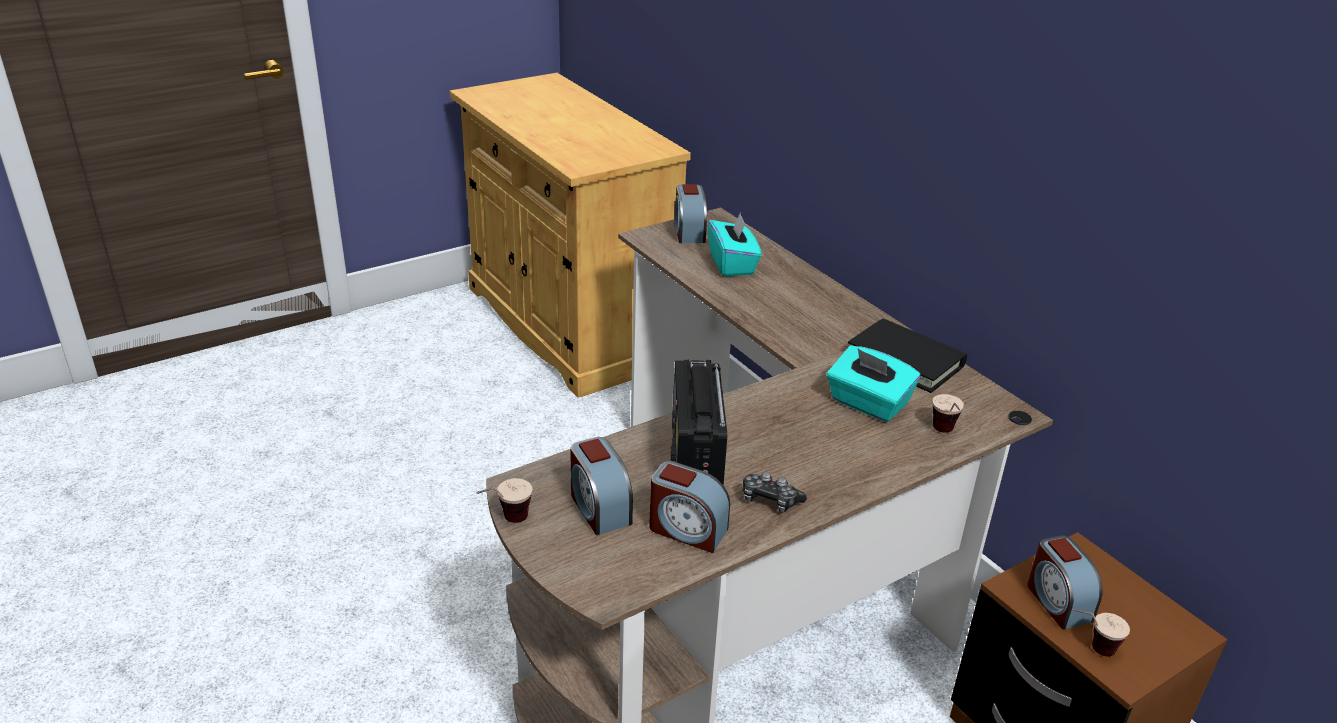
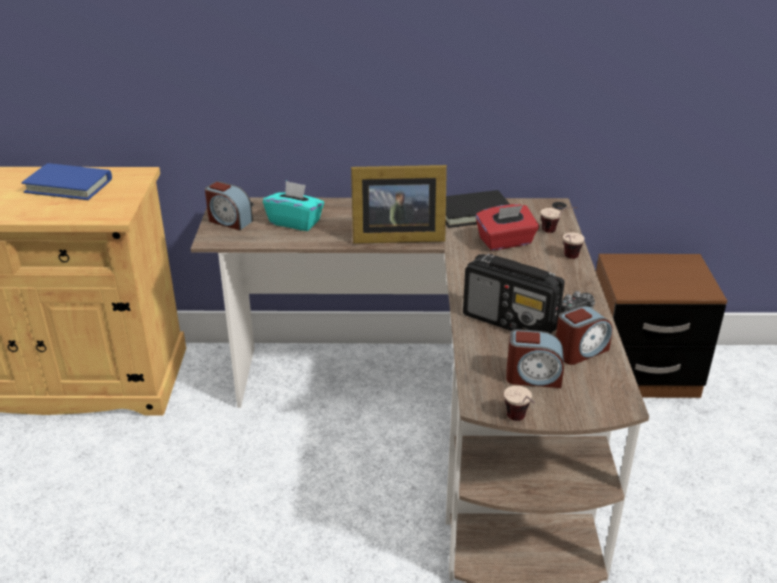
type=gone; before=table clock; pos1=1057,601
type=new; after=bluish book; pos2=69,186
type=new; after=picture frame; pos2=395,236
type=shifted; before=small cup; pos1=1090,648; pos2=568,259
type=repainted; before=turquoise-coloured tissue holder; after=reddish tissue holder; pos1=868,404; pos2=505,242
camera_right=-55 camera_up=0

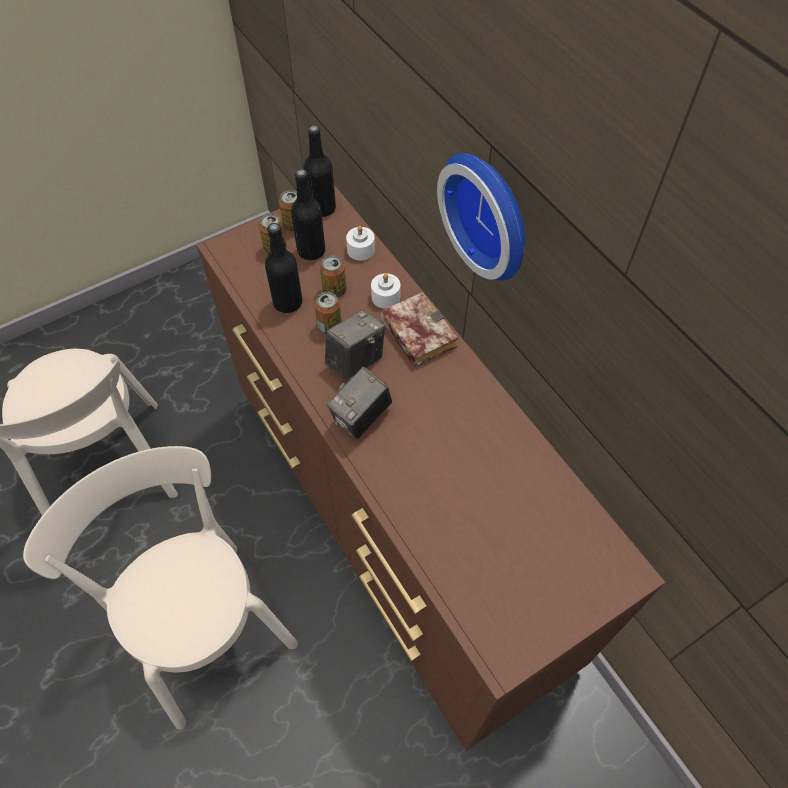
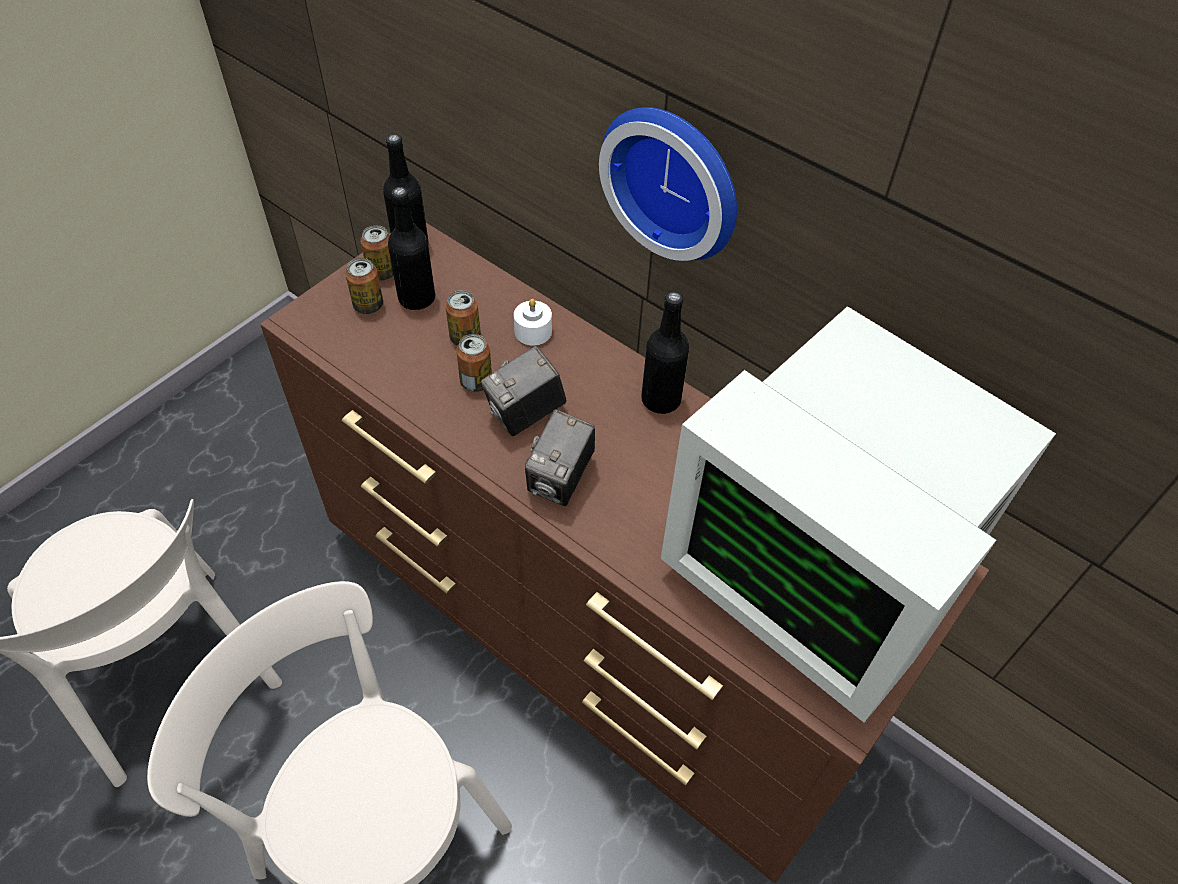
type=gone; before=whitish wax candle; pos1=361,250
type=gone; before=book; pos1=414,333
type=new; after=monitor; pos2=821,570
type=shifted; before=blackish bottle; pos1=288,302; pos2=661,400
type=rotated; before=photo camera; pos1=355,360; pos2=525,414; turn=-150
camera_right=-20 camera_up=-5

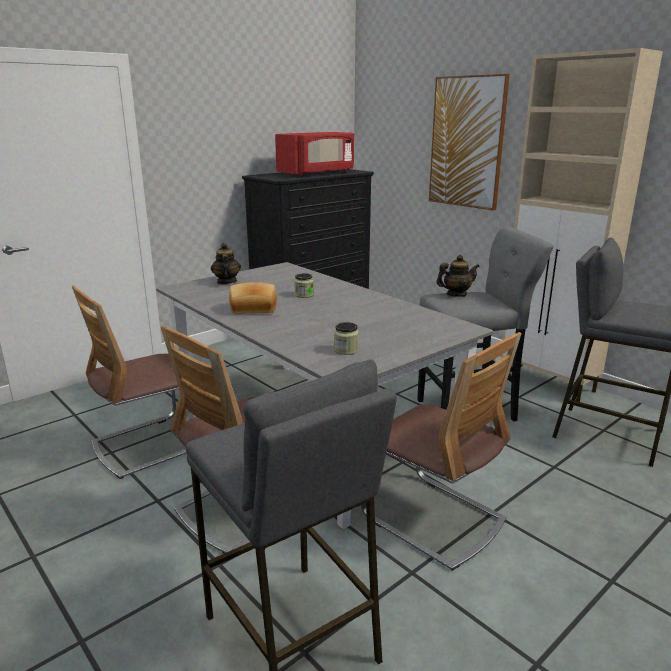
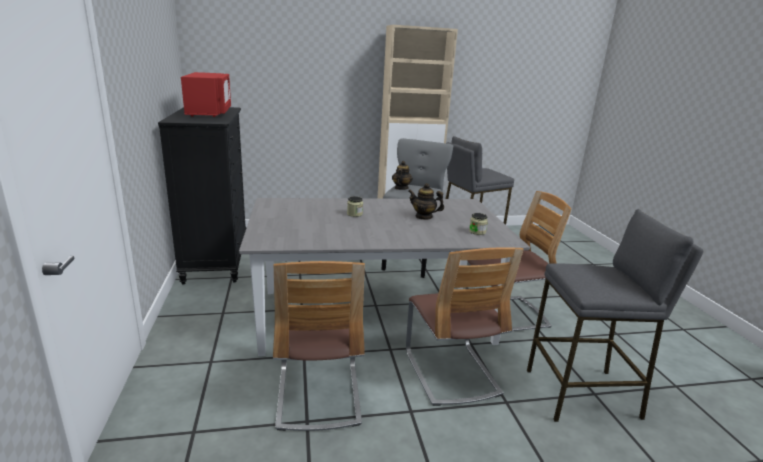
type=gone; before=baked bread; pos1=253,309
type=gone; before=picture; pos1=467,142
type=shifted; before=teapot; pos1=226,282; pos2=424,217
camera_right=-60 camera_up=0

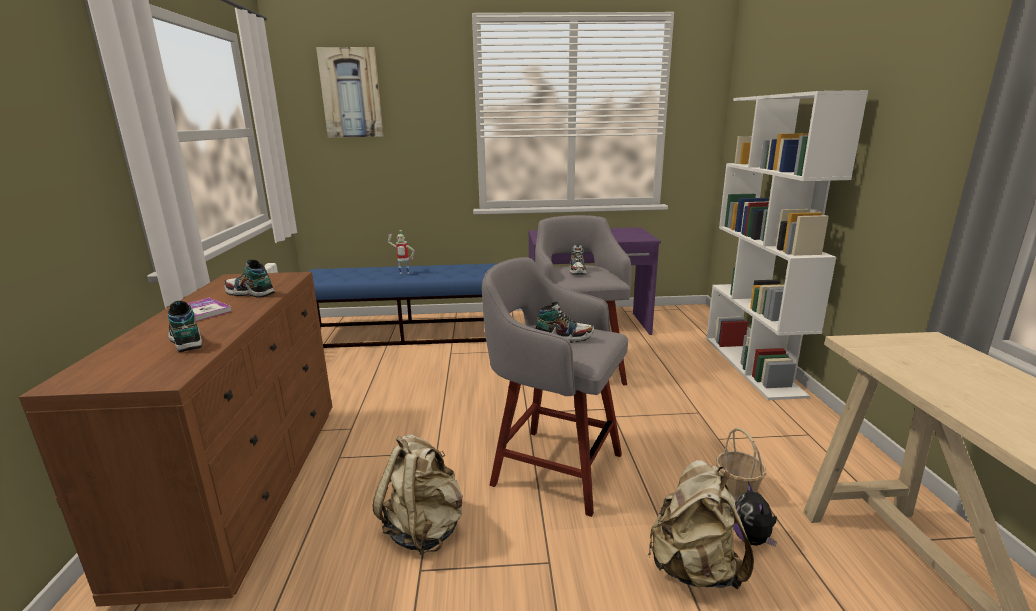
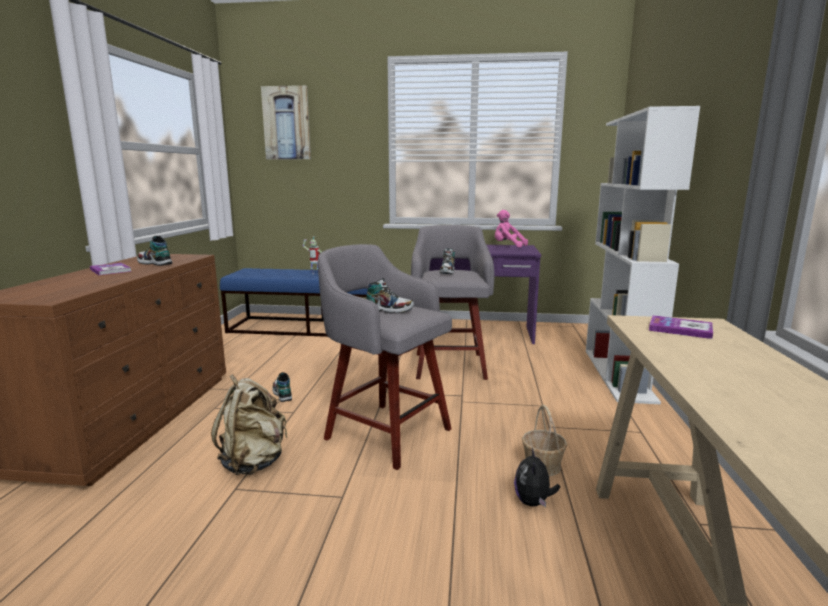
type=gone; before=beige backpack; pos1=694,568
type=new; after=pink plush toy; pos2=507,246
type=new; after=book; pos2=680,329
type=shifted; before=shoe; pos1=186,341; pos2=282,394
camera_right=10 camera_up=-5

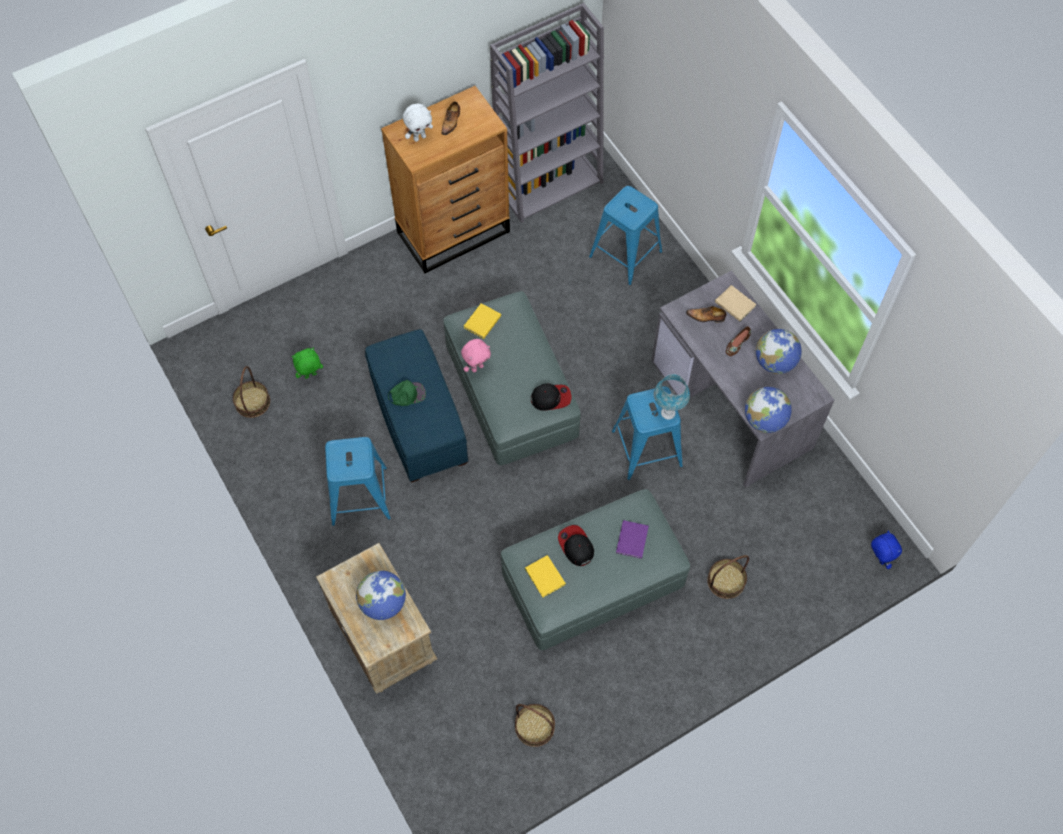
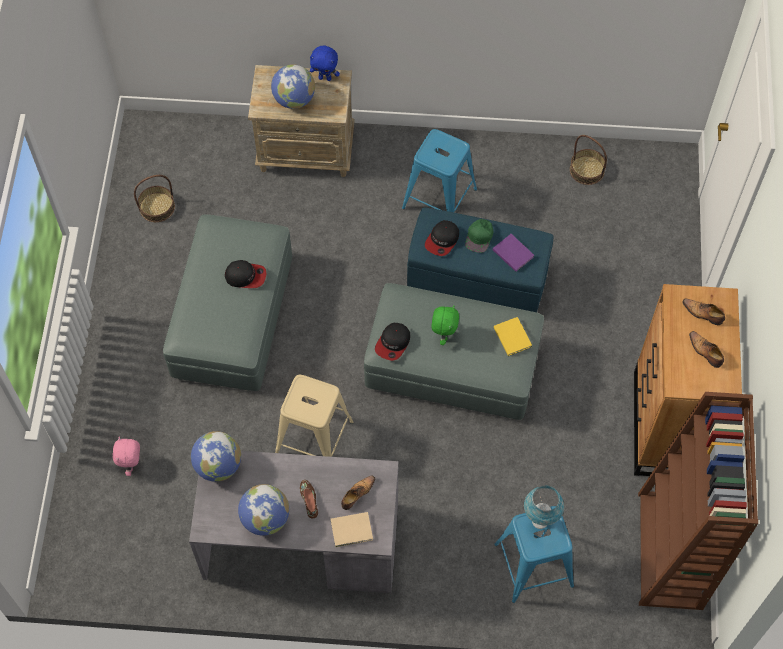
type=gone; before=yellowish book; pos1=545,578
type=gone; before=basket; pos1=726,581
type=new; after=baseball cap; pos2=442,240
type=shifted; before=greenish plush toy; pos1=310,376; pos2=443,335
type=shifted; before=pink plush toy; pos1=477,367; pos2=131,465
type=shifted; before=purple book; pos1=631,541; pos2=513,252
type=shifted; before=bluish table lamp; pos1=668,413; pos2=540,521
type=shifted; before=bluish plush toy; pos1=878,559; pos2=325,78
type=swapped; before=whitish plush toy; after=shoe; pos1=419,137; pos2=703,314
type=repainted; before=gray shelving unit; after=brown shelving unit; pos1=549,183; pos2=671,551
type=repainted; before=bluish stool seat; after=beige stool seat; pos1=647,448; pos2=313,438
camera_right=125 camera_up=0

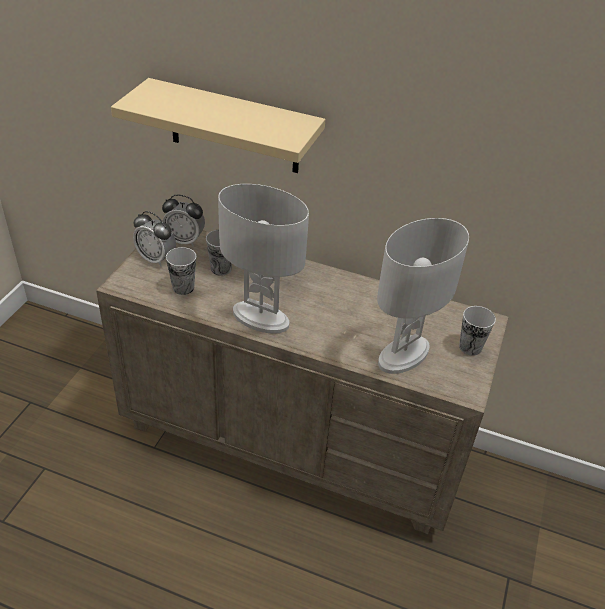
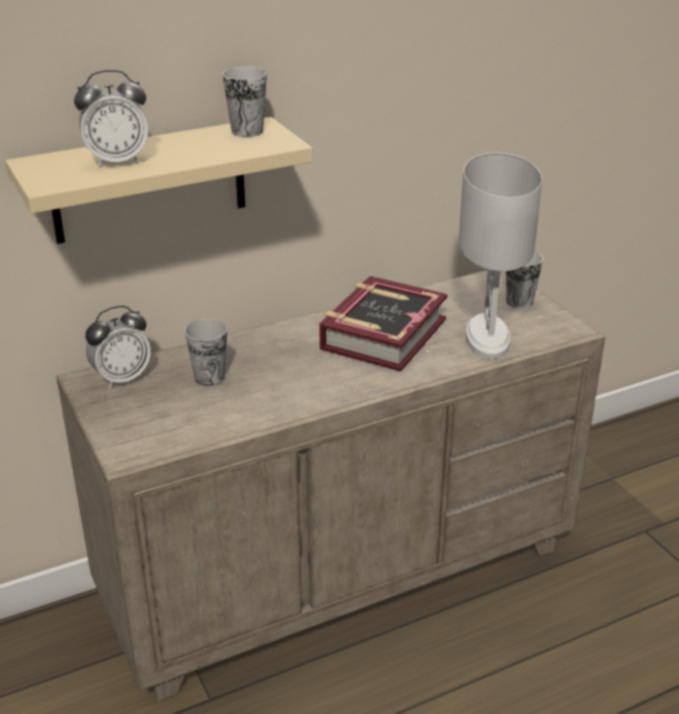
type=gone; before=whitish table lamp; pos1=260,319
type=new; after=book; pos2=382,334
type=shifted; before=table clock; pos1=156,259; pos2=117,161
type=shifted; before=small cup; pos1=183,287; pos2=247,131
camera_right=-45 camera_up=-10

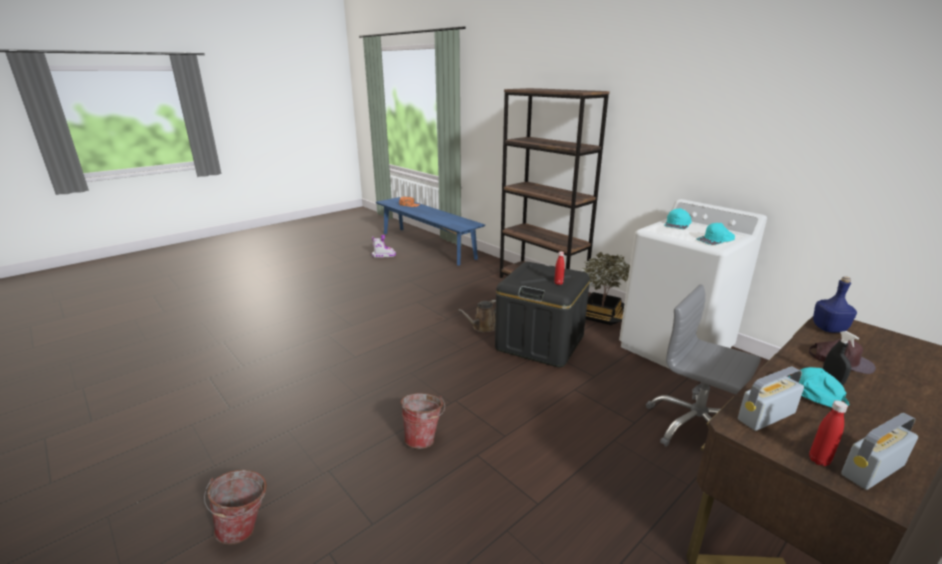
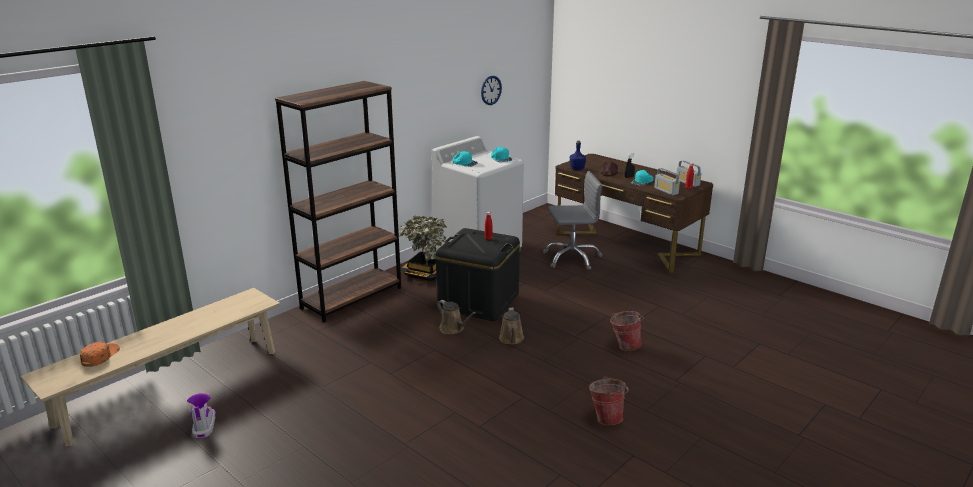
type=new; after=hanging clock; pos2=491,90
type=new; after=brown watering pot; pos2=511,339
type=shifted; before=pail; pos1=246,529; pos2=606,417
type=repainted; before=bluish long seat; after=beige long seat; pos1=427,245; pos2=171,387
type=rotated; before=gray desk chair; pos1=694,427; pos2=572,258; turn=-135
camera_right=-95 camera_up=0

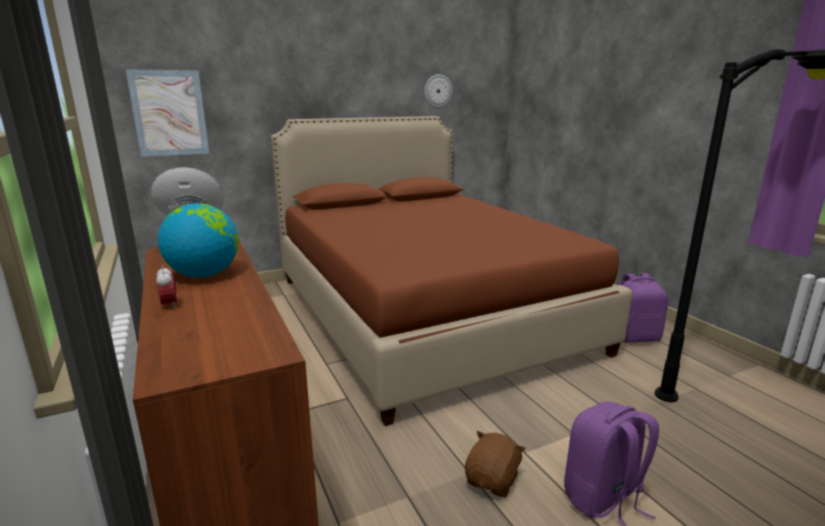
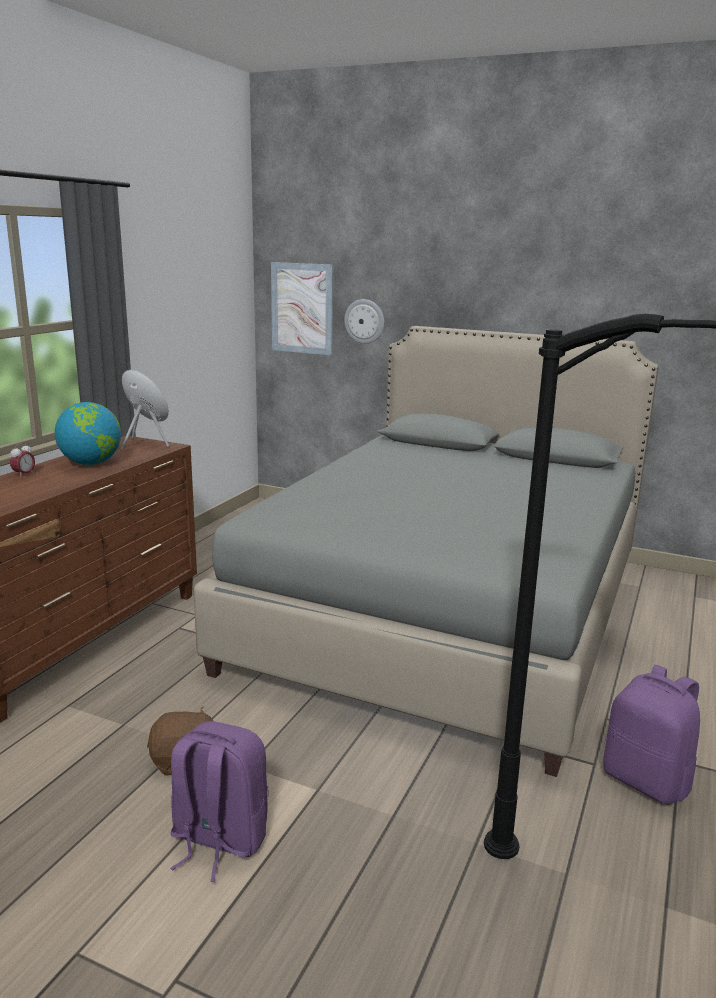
type=shifted; before=hanging clock; pos1=438,91; pos2=364,321
type=repainted; before=brown bed; after=gray bed; pos1=424,313; pos2=447,611
camera_right=50 camera_up=0

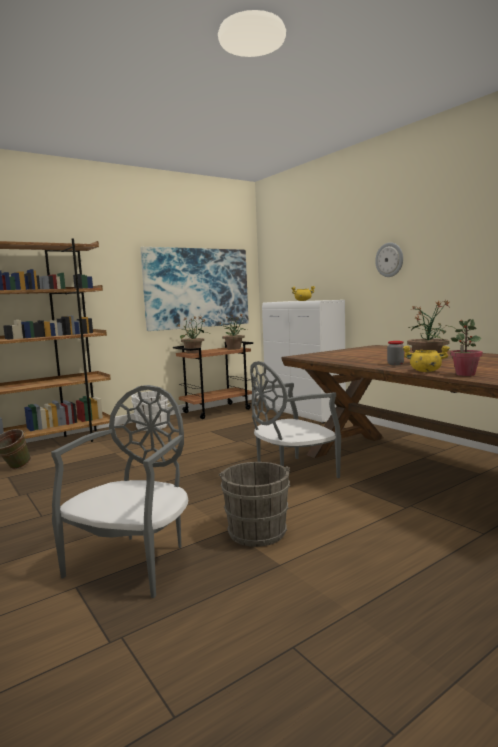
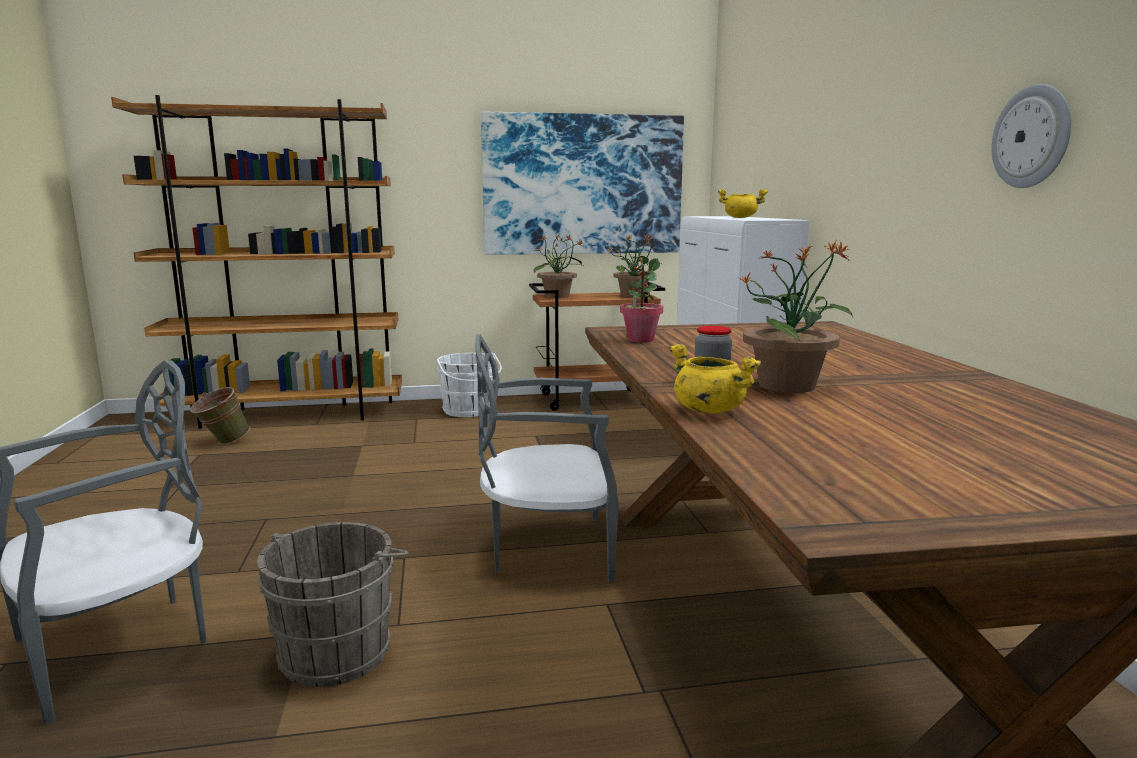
type=shifted; before=hanging clock; pos1=389,260; pos2=1032,137
type=shifted; before=plant in a pot; pos1=465,374; pos2=640,340
camera_right=25 camera_up=5

